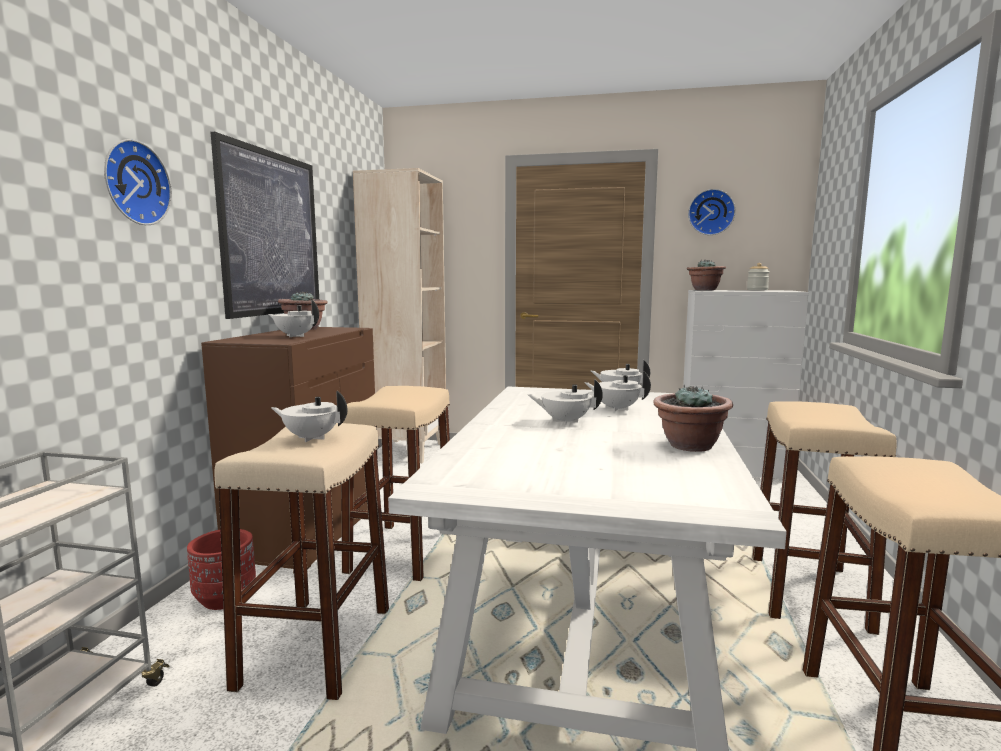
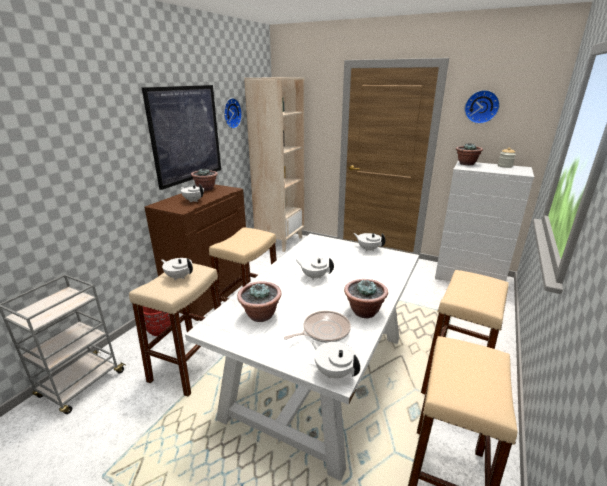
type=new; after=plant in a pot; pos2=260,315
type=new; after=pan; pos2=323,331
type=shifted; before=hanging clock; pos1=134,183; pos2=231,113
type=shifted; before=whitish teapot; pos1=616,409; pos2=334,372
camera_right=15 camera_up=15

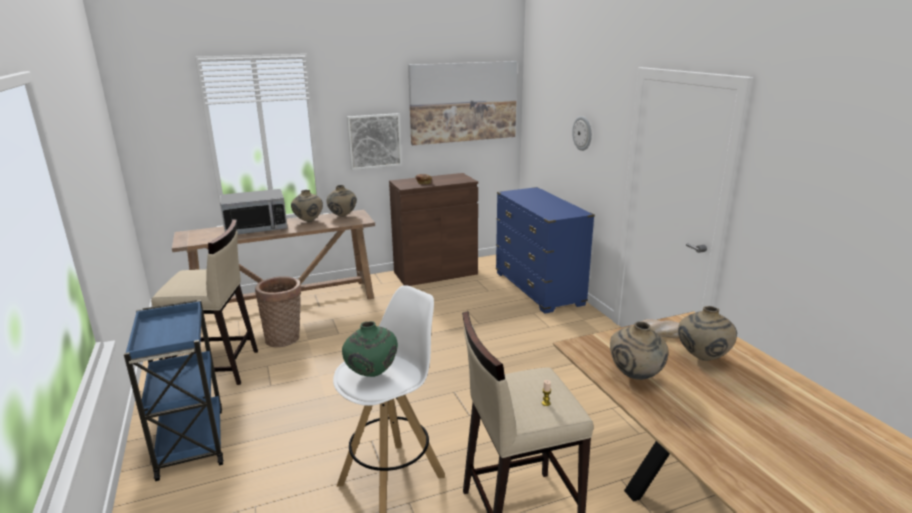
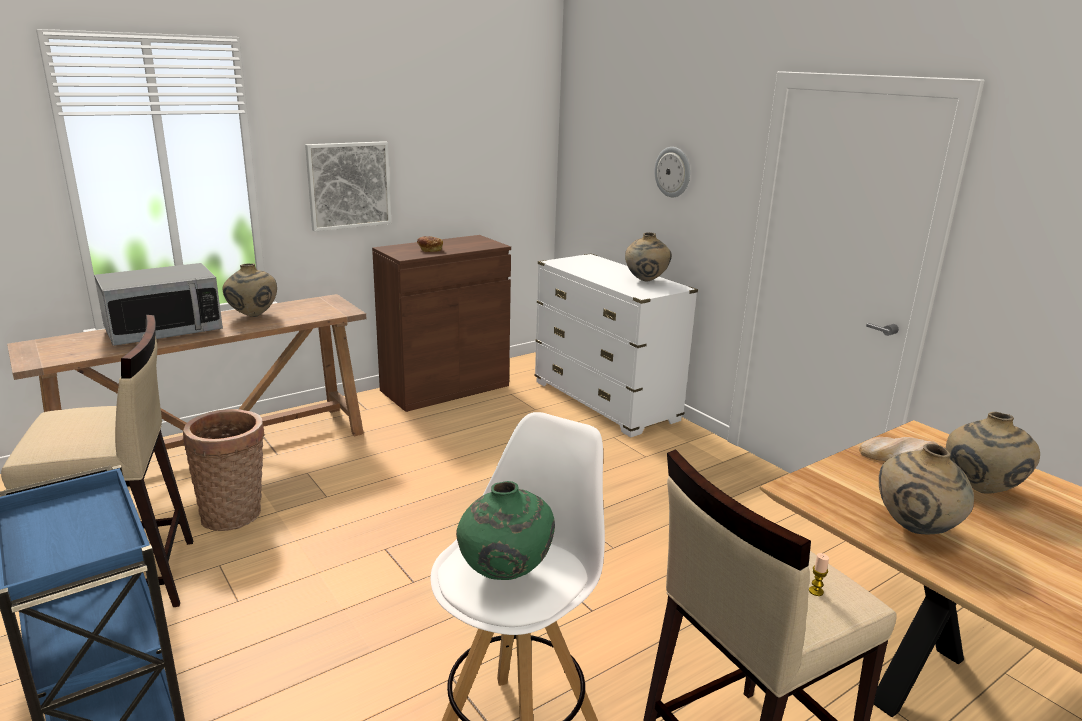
type=gone; before=picture; pos1=463,102
type=shifted; before=beige decorative vase; pos1=343,216; pos2=646,281
type=repainted; before=bluish chest of drawers; after=whitish chest of drawers; pos1=538,289; pos2=605,401
camera_right=-15 camera_up=0

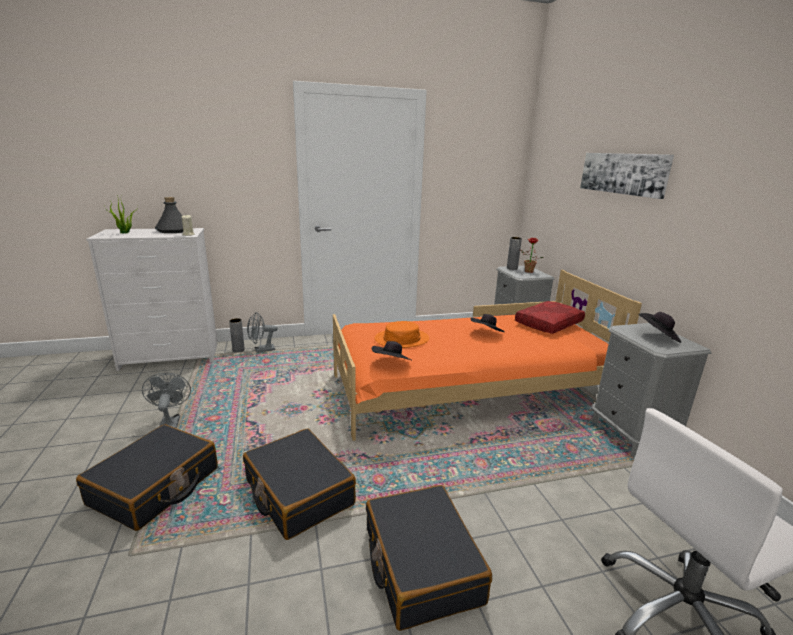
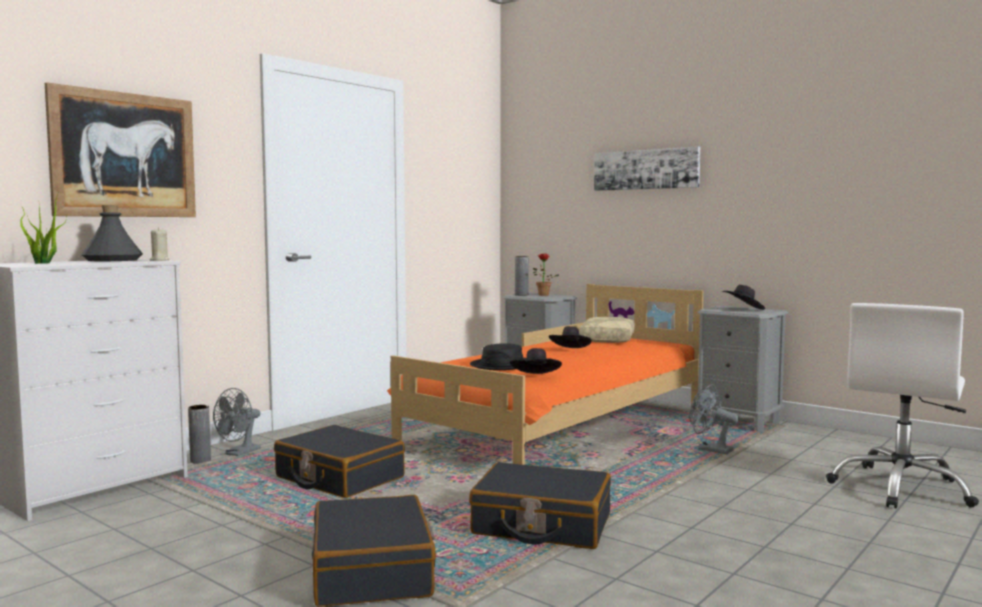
type=new; after=picture; pos2=124,155
type=shifted; before=gray cooling fan; pos1=170,422; pos2=710,450
type=shifted; before=blackish piece of luggage; pos1=421,565; pos2=339,478
type=repainted; before=orangey clothing hat; after=blackish clothing hat; pos1=401,339; pos2=502,365
type=repainted; before=reddish cushion; after=beige cushion; pos1=548,324; pos2=606,339
camera_right=-35 camera_up=-15

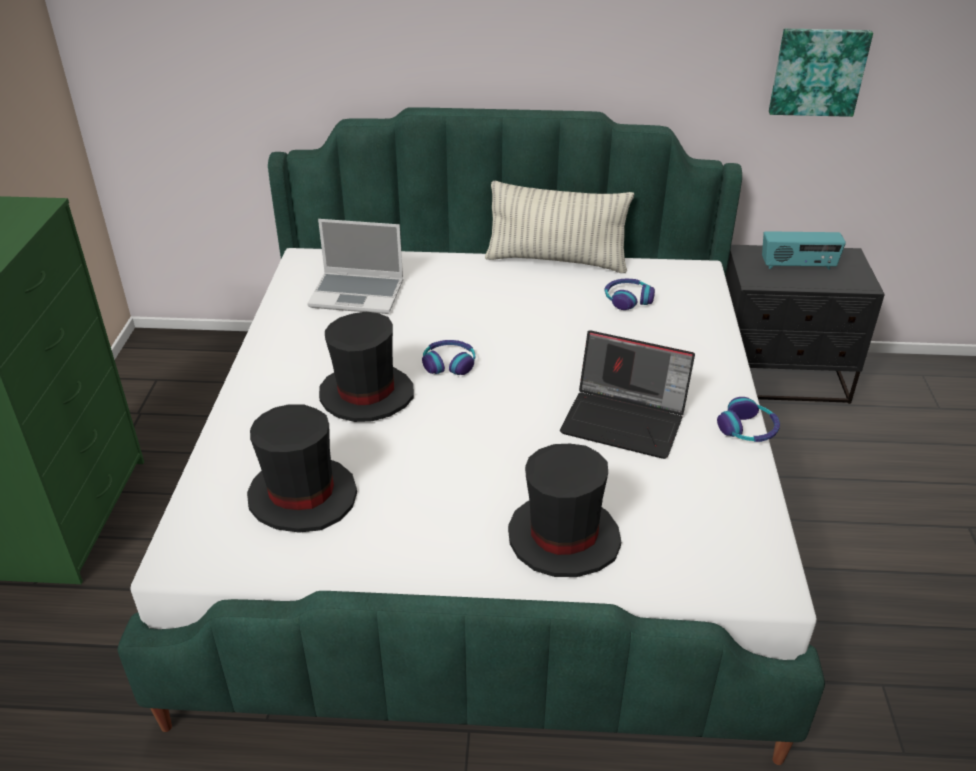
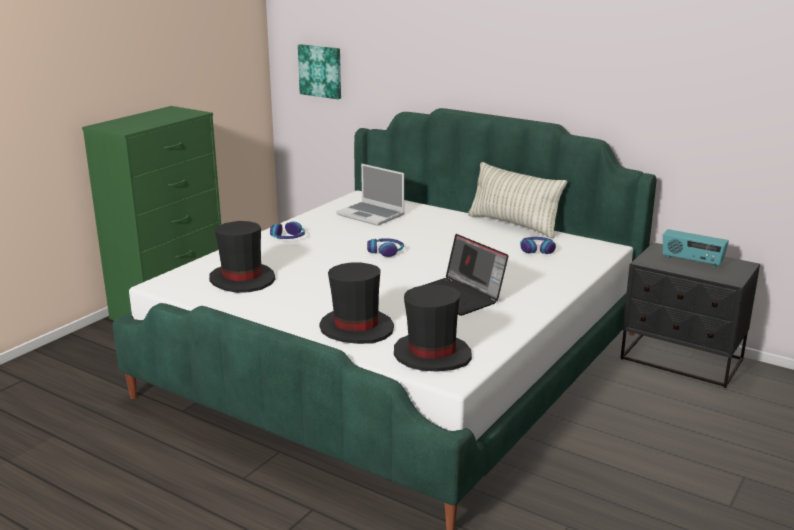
type=shifted; before=blackish clothing hat; pos1=366,395; pos2=432,355
type=shifted; before=pair of headphones; pos1=748,429; pos2=288,238
type=shifted; before=picture; pos1=818,71; pos2=321,71
camera_right=30 camera_up=-15

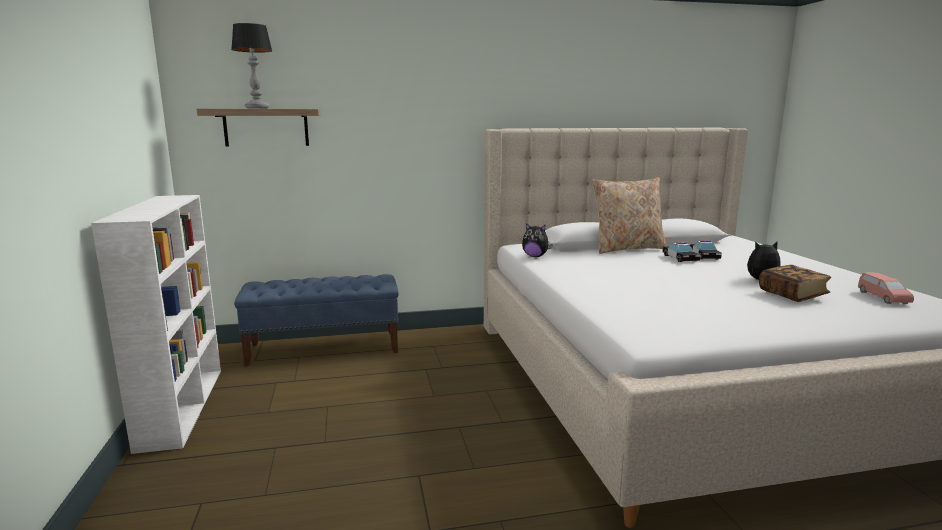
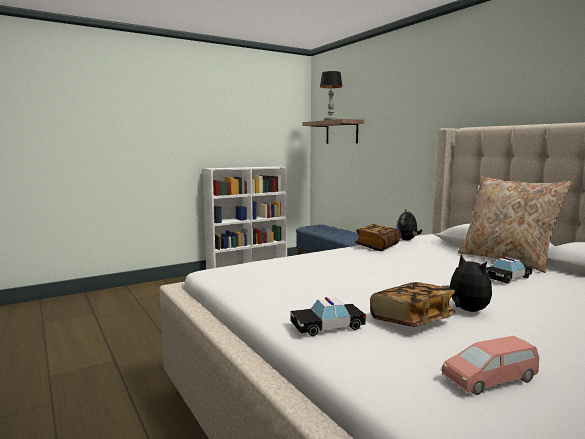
type=new; after=book; pos2=377,246
type=shifted; before=miniature car; pos1=704,256; pos2=327,326
camera_right=70 camera_up=-5

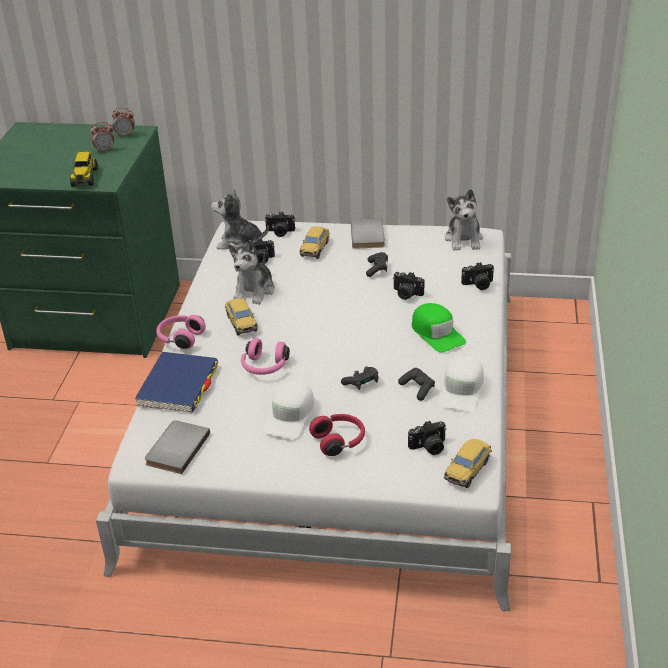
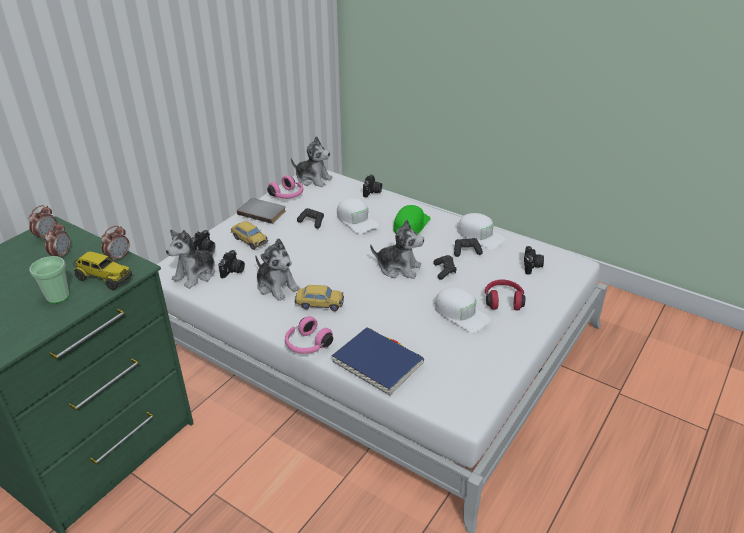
type=gone; before=gray book; pos1=175,448
type=gone; before=miniature car; pos1=467,470
type=new; after=small cup; pos2=58,297
type=new; after=table clock; pos2=119,257
type=new; after=plush toy; pos2=398,268
type=shifted; before=pink pair of headphones; pos1=264,367; pos2=287,195
type=swapped; before=photo camera; after=whitish baseball cap; pos1=406,294; pos2=356,220
type=rotated; before=greenish baseball cap; pos1=437,333; pos2=411,225; turn=-60
camera_right=-65 camera_up=0

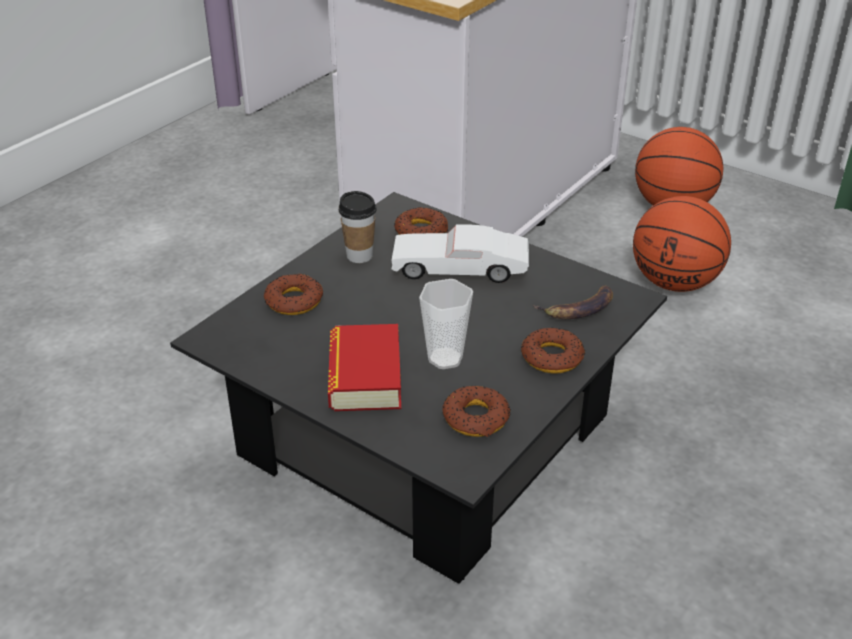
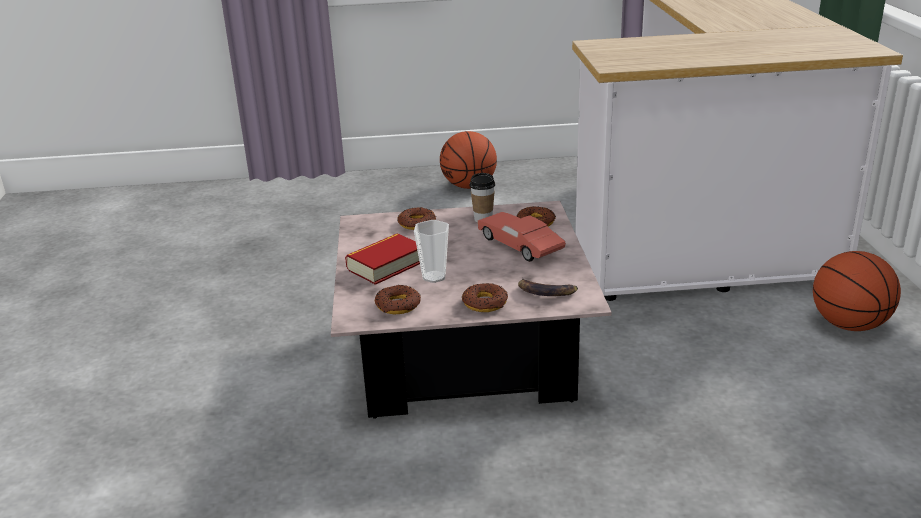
type=shifted; before=basketball ball; pos1=674,282; pos2=469,186
type=repainted; before=blackish low table; after=pink low table; pos1=425,436; pos2=464,352
type=repainted; before=whitish miniature car; after=reddish miniature car; pos1=460,269; pos2=520,246
camera_right=50 camera_up=-10

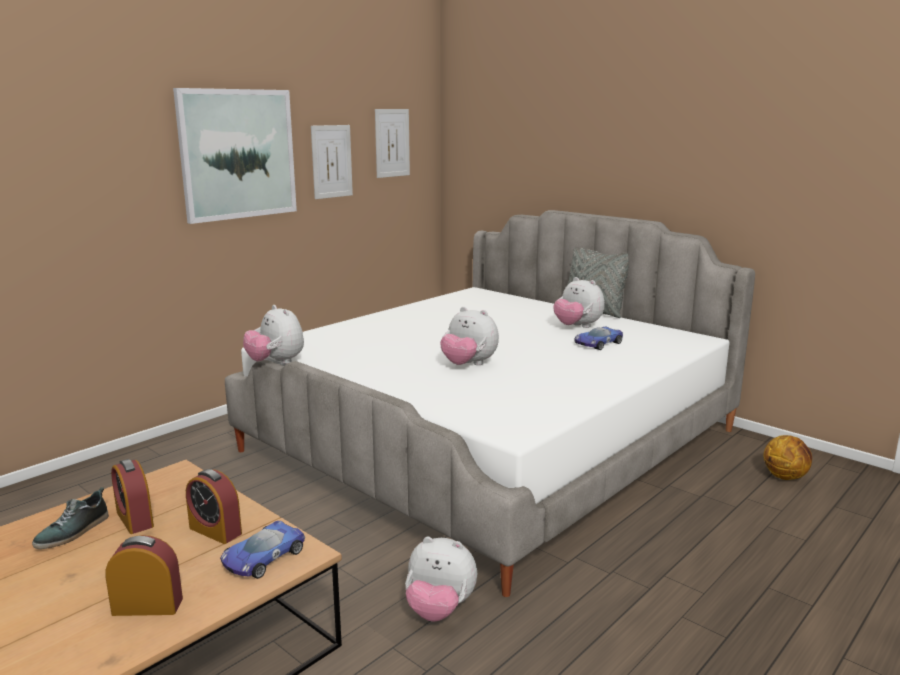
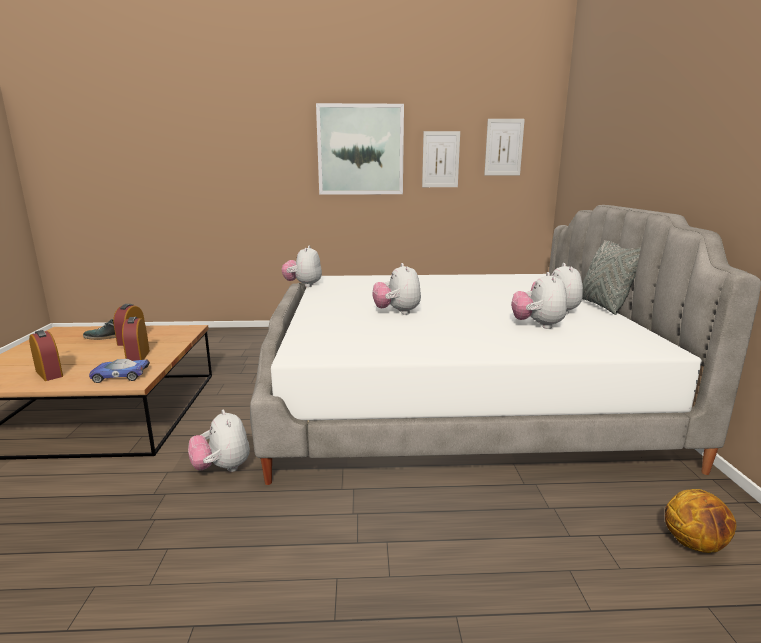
type=swapped; before=miniature car; after=plush toy; pos1=597,343; pos2=537,325
camera_right=45 camera_up=0

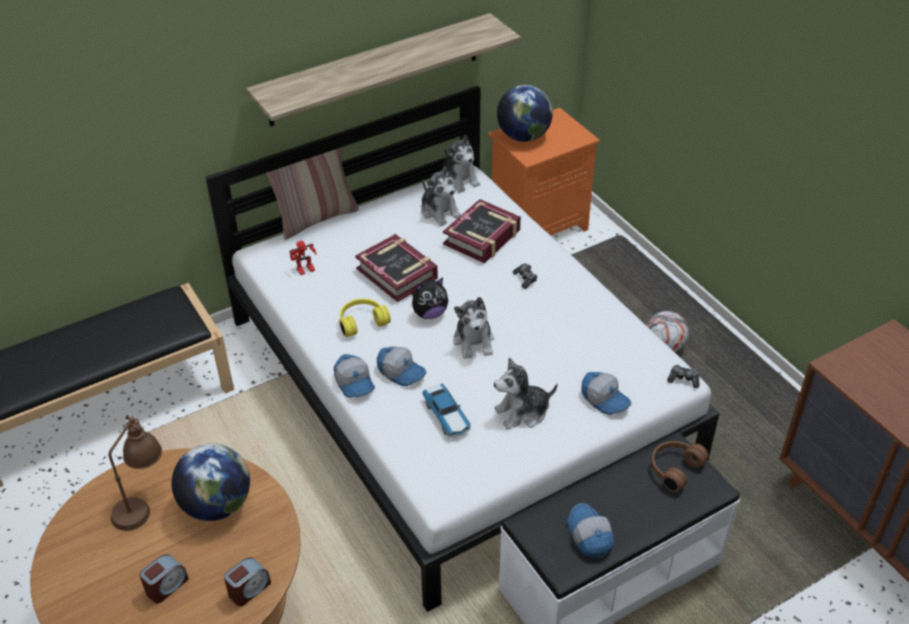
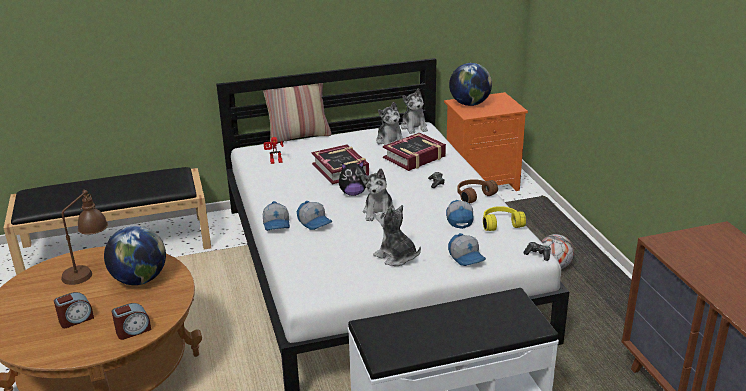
type=gone; before=wall shelf; pos1=375,70
type=gone; before=miniature car; pos1=447,416
type=shifted; before=yellowish pair of headphones; pos1=361,321; pos2=501,223
type=shifted; before=baseball cap; pos1=589,536; pos2=458,219
type=shifted; before=brown pair of headphones; pos1=673,468; pos2=473,195
type=rotated; before=plush toy; pos1=523,412; pos2=396,257; turn=45
camera_right=15 camera_up=-15

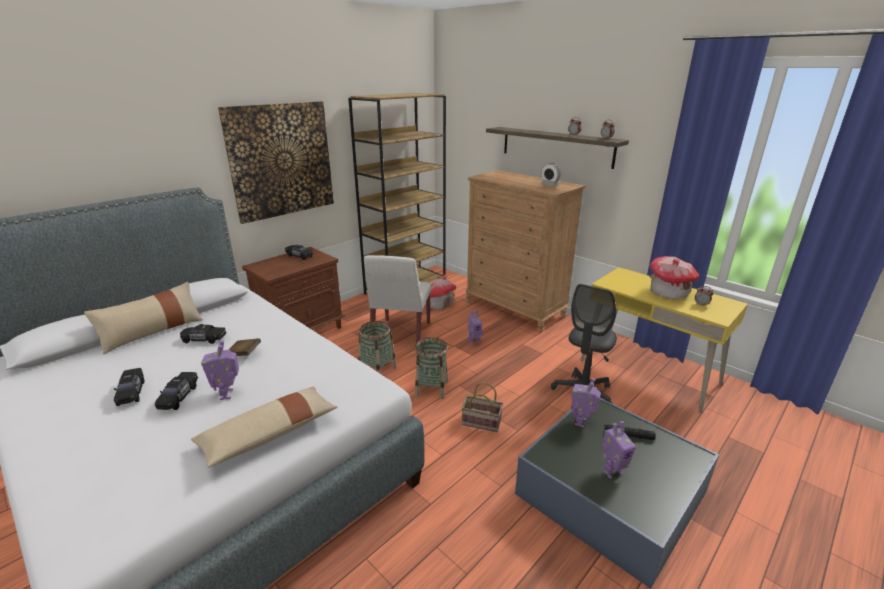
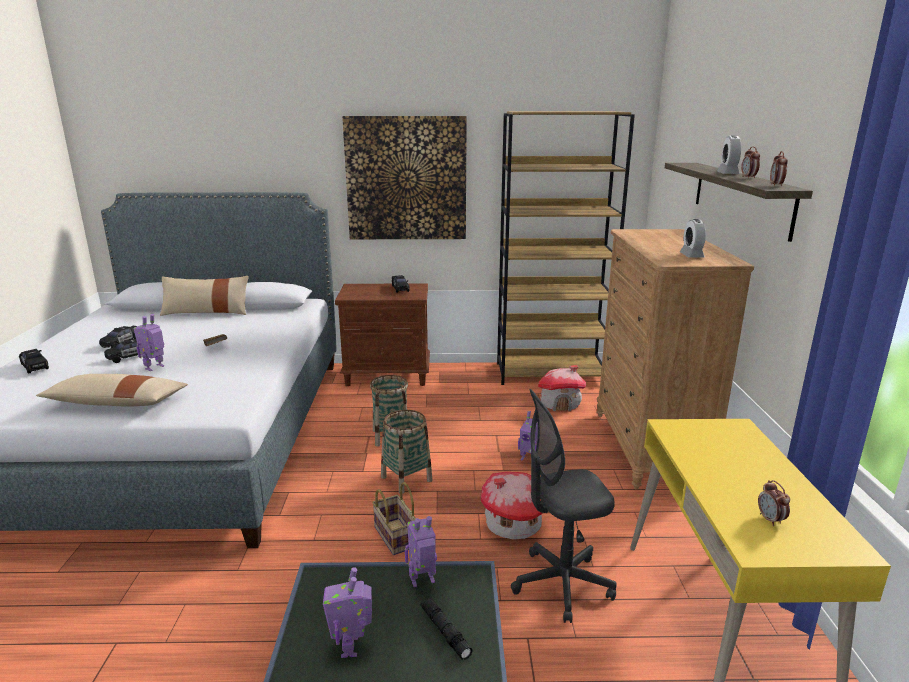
type=gone; before=whitish plain chair; pos1=401,336
type=new; after=table clock; pos2=727,173
type=shifted; before=blackish miniature car; pos1=204,339; pos2=35,367
type=shifted; before=miniature house; pos1=668,292; pos2=513,525
type=rotated; before=robot figure; pos1=612,472; pos2=351,647; turn=60
camera_right=45 camera_up=-5

